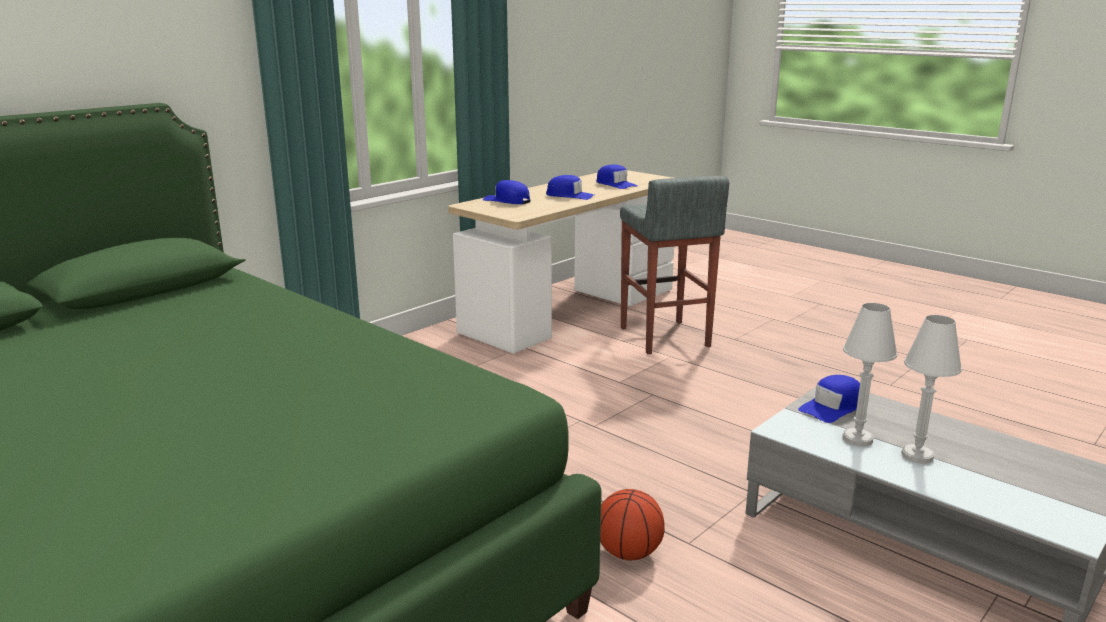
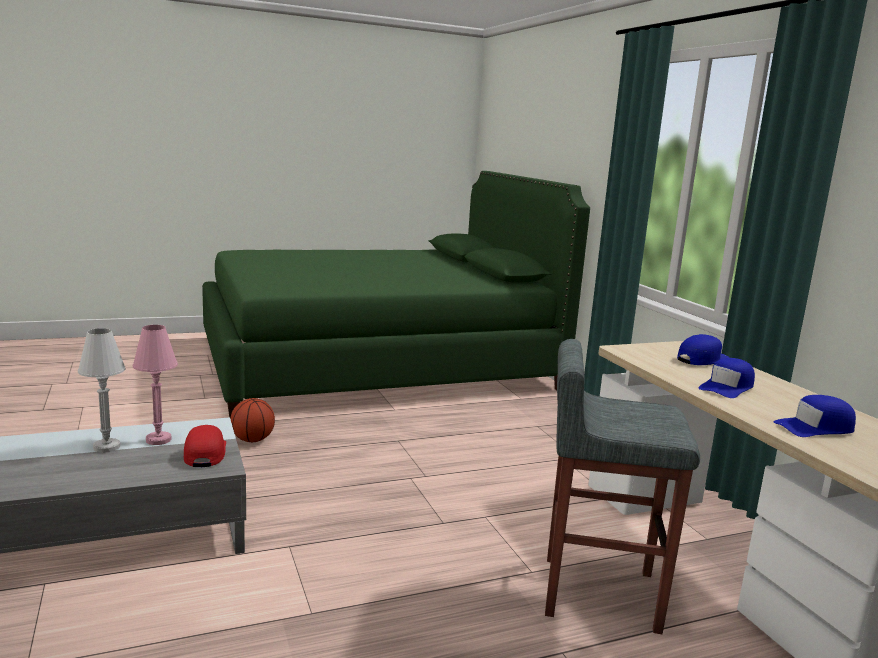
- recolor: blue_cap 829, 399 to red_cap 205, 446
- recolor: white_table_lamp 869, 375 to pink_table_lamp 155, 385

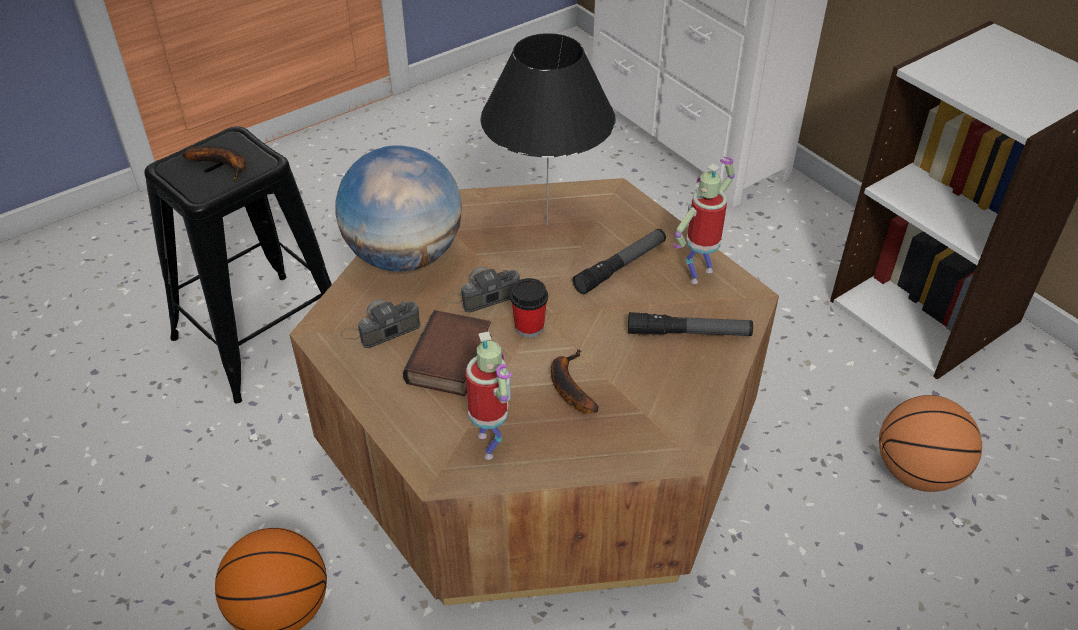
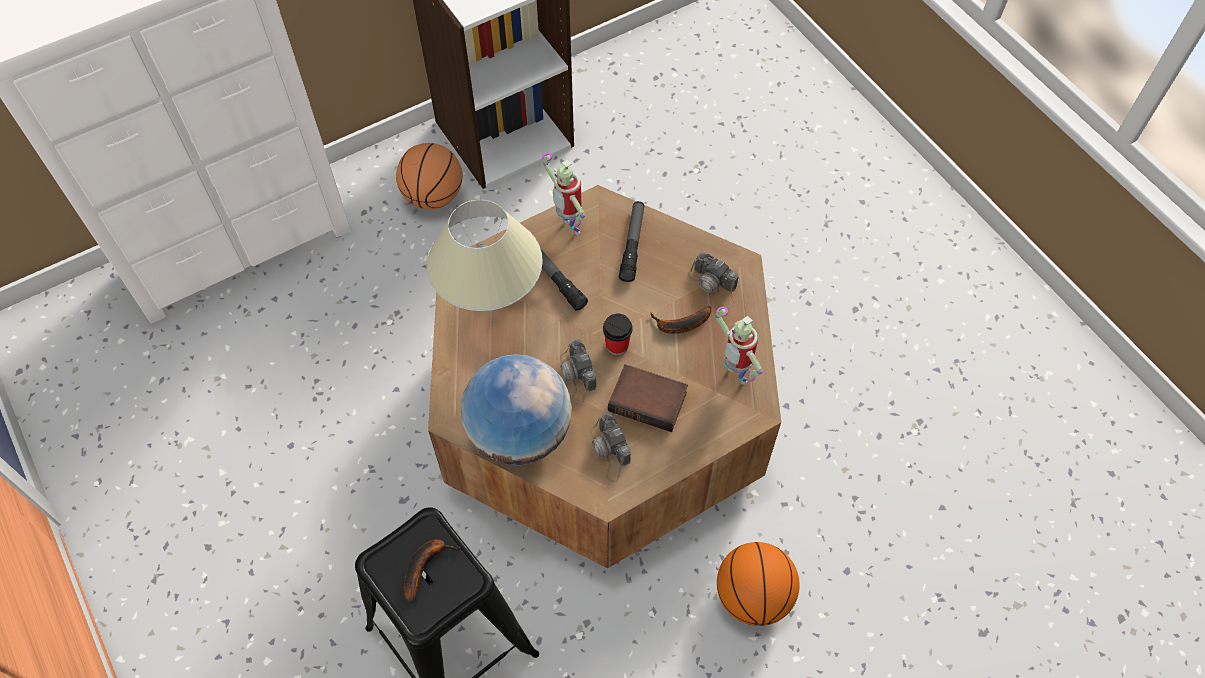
- rotate: toy_robot 489, 396 = 739, 346 120 degrees counterclockwise
- recolor: black_table_lamp 548, 129 to beige_table_lamp 484, 262
- move: basketball 930, 443 to 429, 176
- insert: photo_camera 713, 281

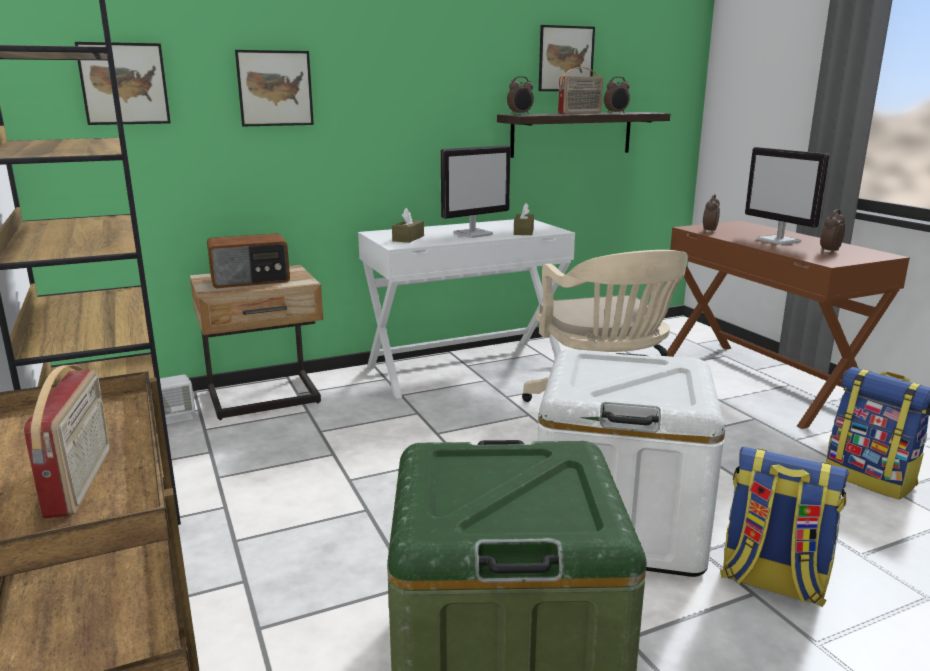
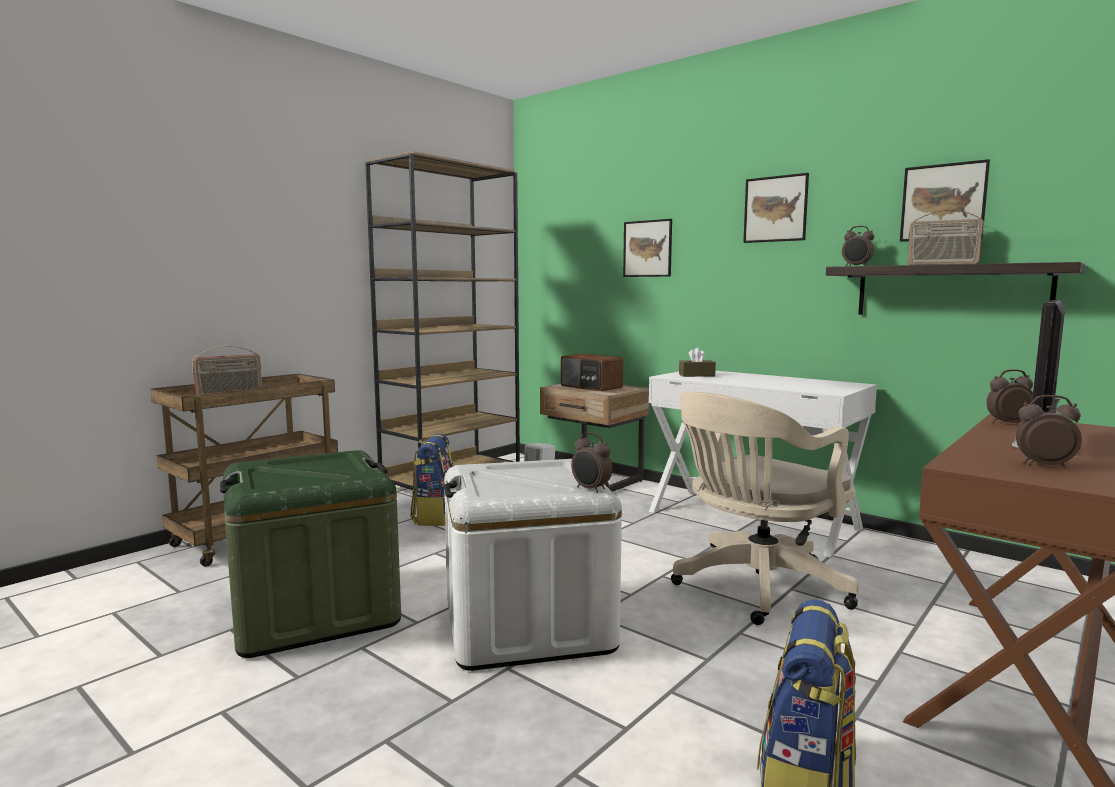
- move: picture 123, 83 to 776, 208
- delete: monitor 476, 191
- delete: brown_tissue_box 524, 219
- move: alarm_clock 617, 95 to 591, 462
- move: backpack 784, 527 to 432, 479

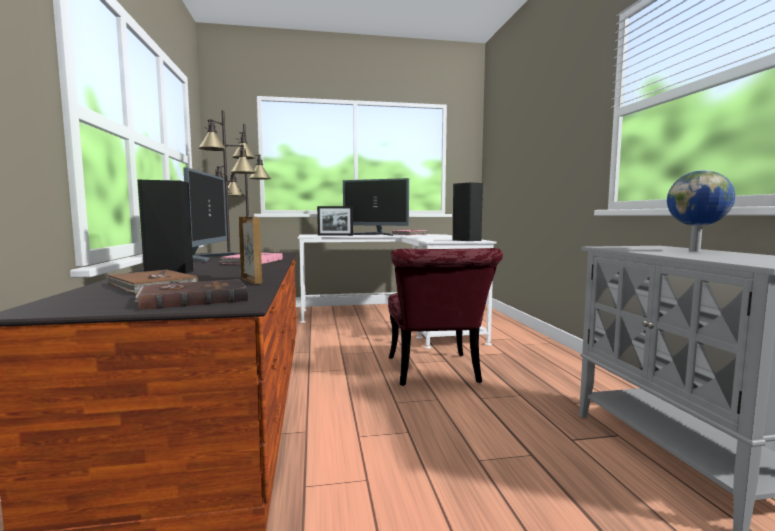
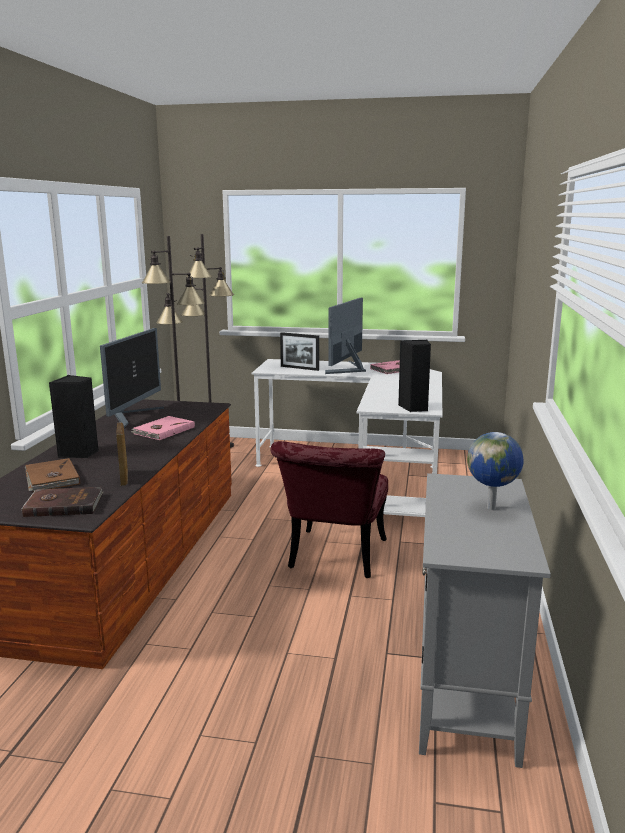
- rotate: monitor 376, 207 = 345, 336 75 degrees clockwise

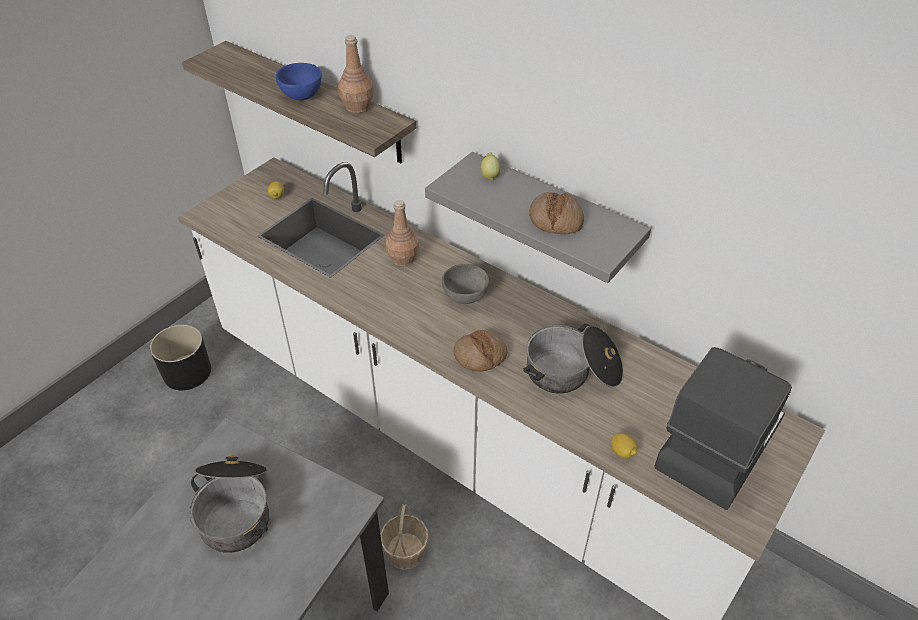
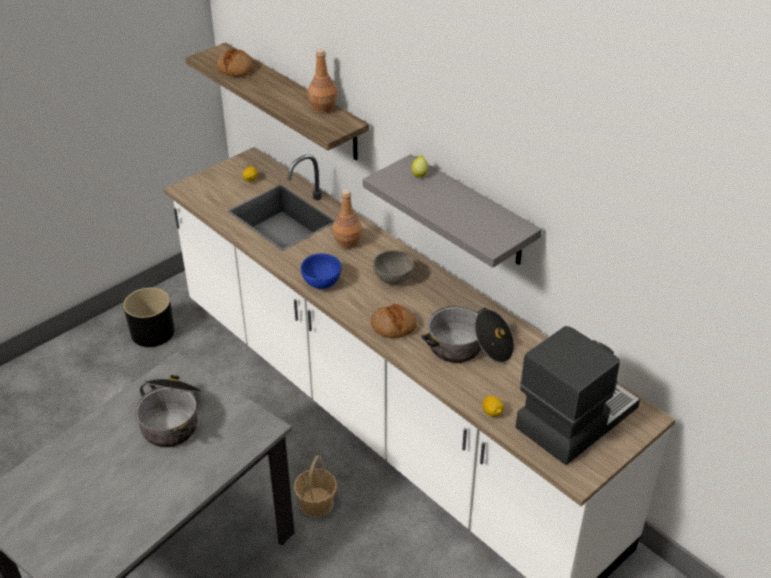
- move: blue_bowl 299, 81 to 321, 271
- move: bread 556, 213 to 235, 63

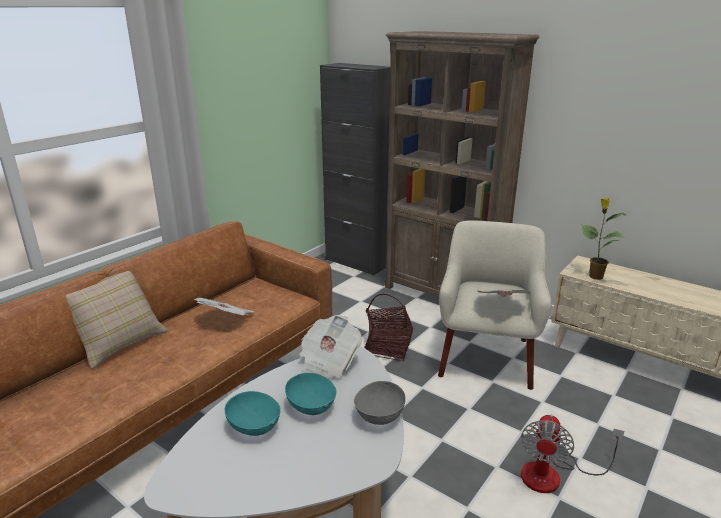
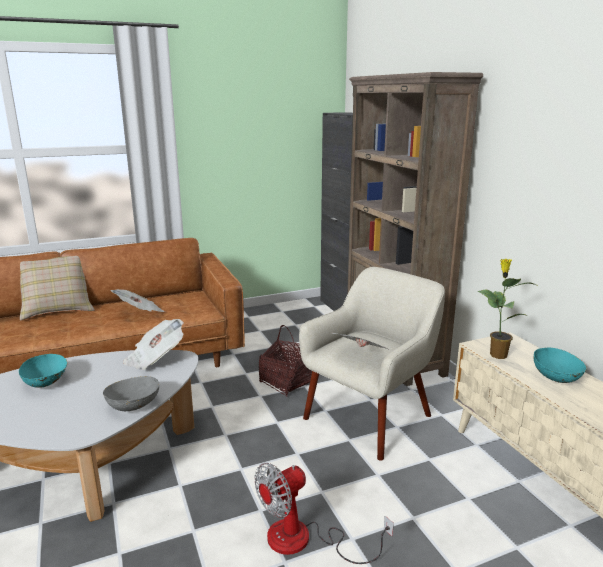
- move: turquoise_bowl 311, 394 to 560, 365

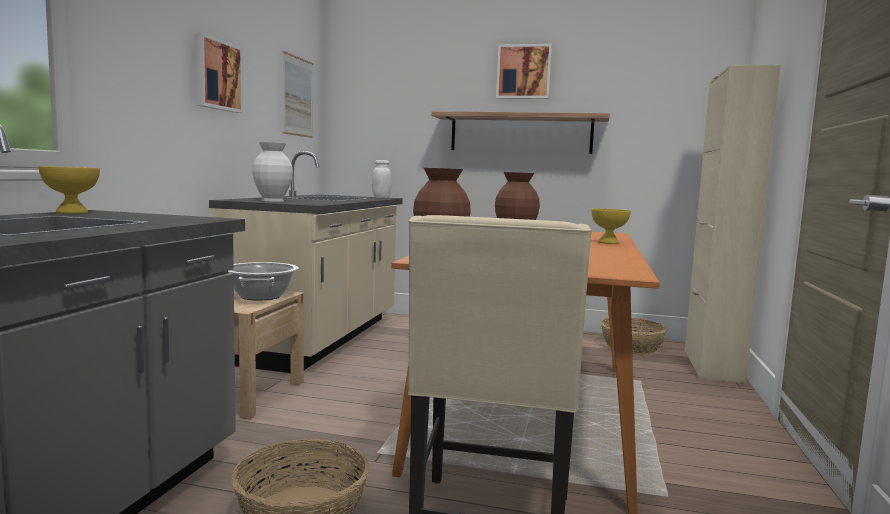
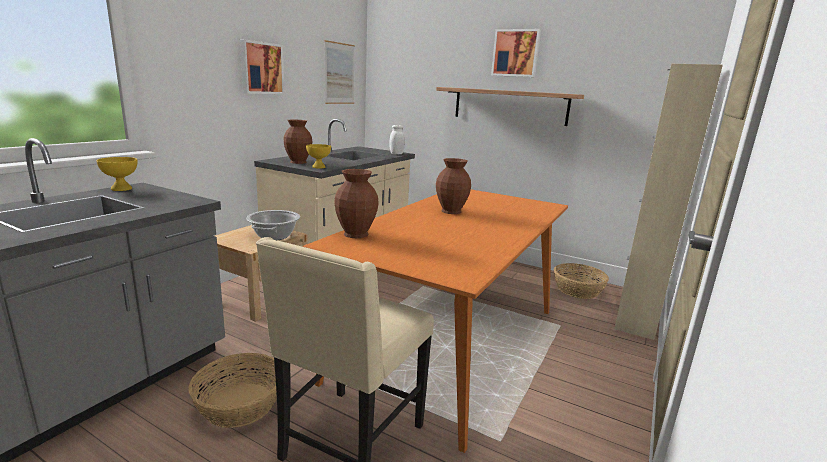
- recolor: white_vase 272, 172 to brown_vase 297, 142
- move: yellow_bowl 611, 226 to 318, 156

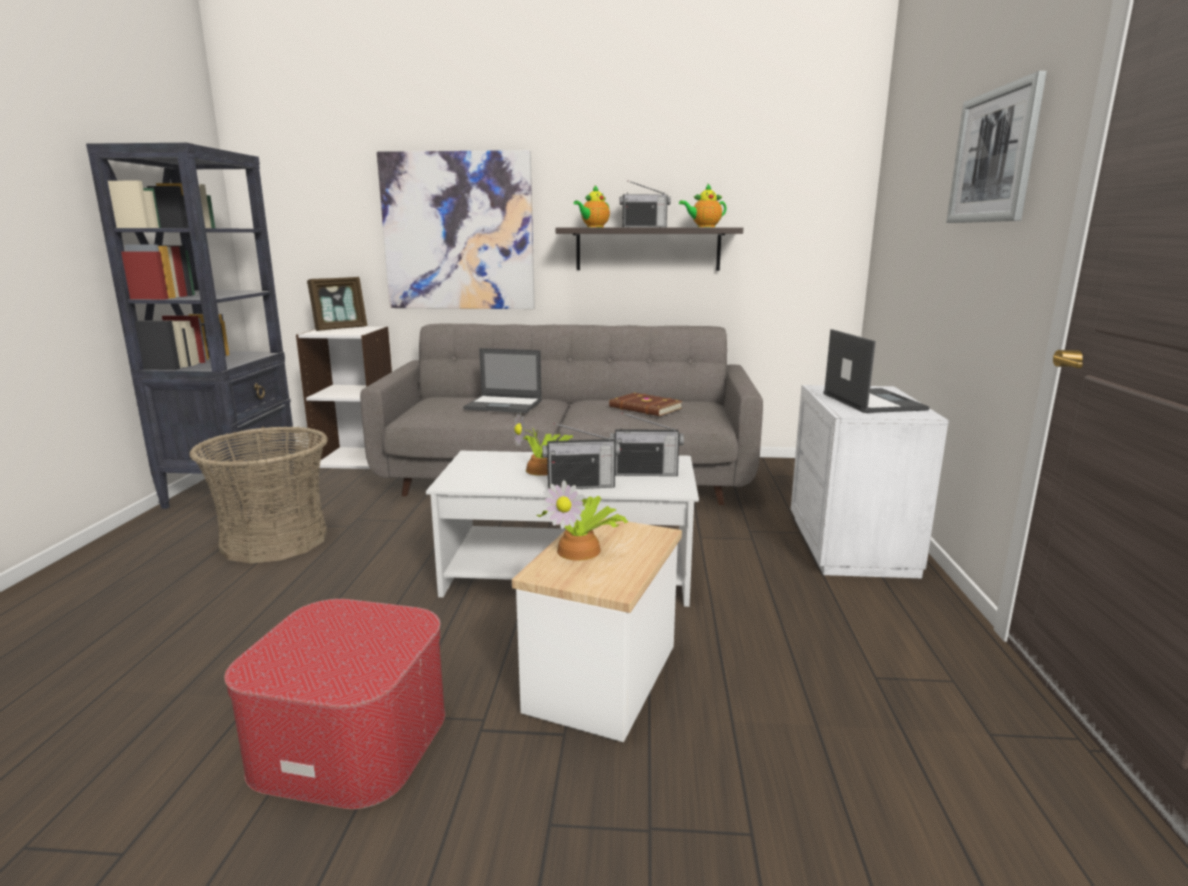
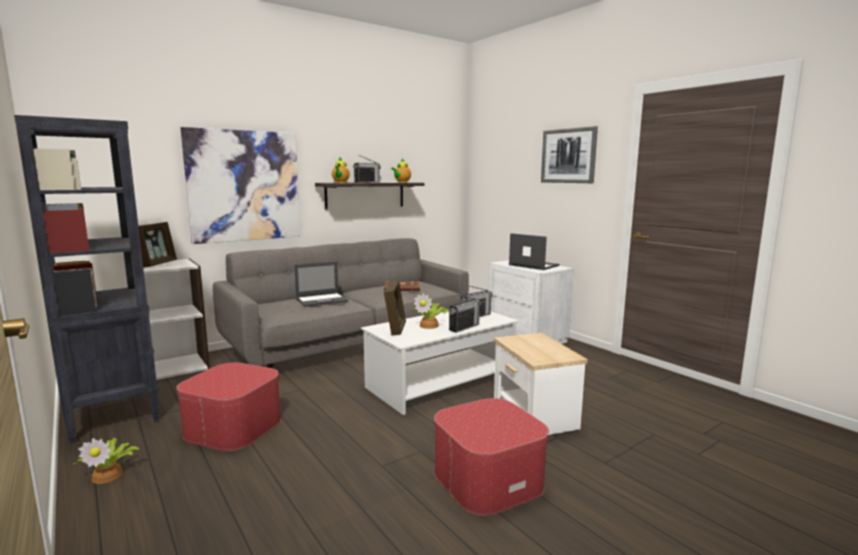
- replace: basket 259, 494 to ottoman 228, 407
- move: potted_plant 582, 520 to 106, 461
- insert: picture_frame 395, 308

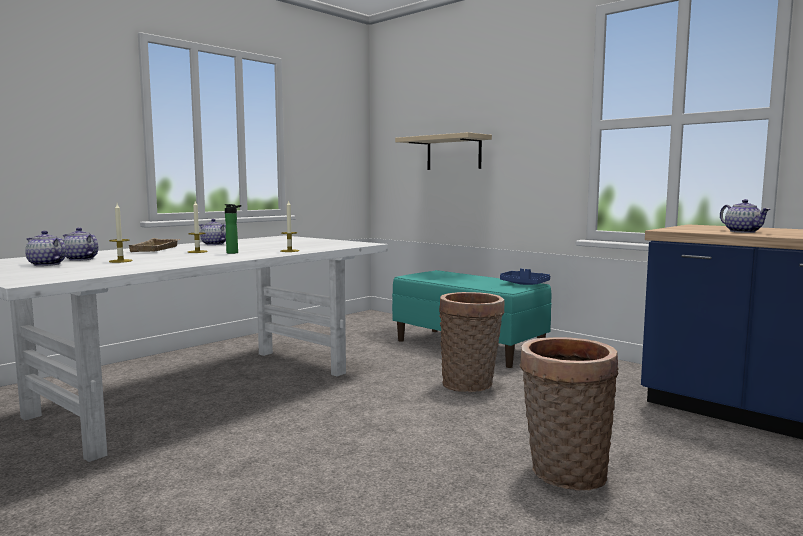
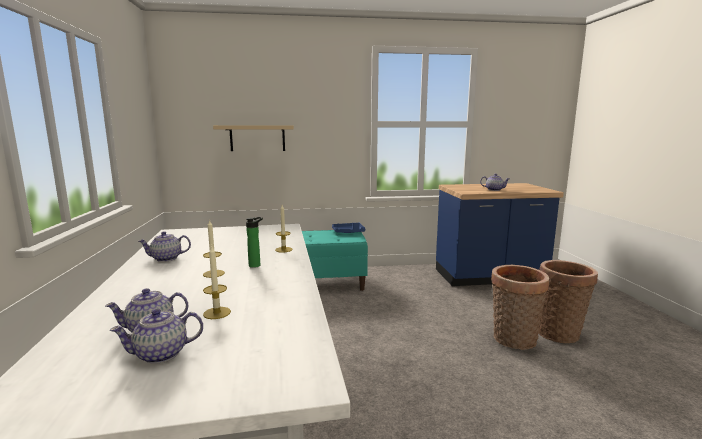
- delete: beige_tray 154, 245
- move: basket 472, 342 to 568, 301

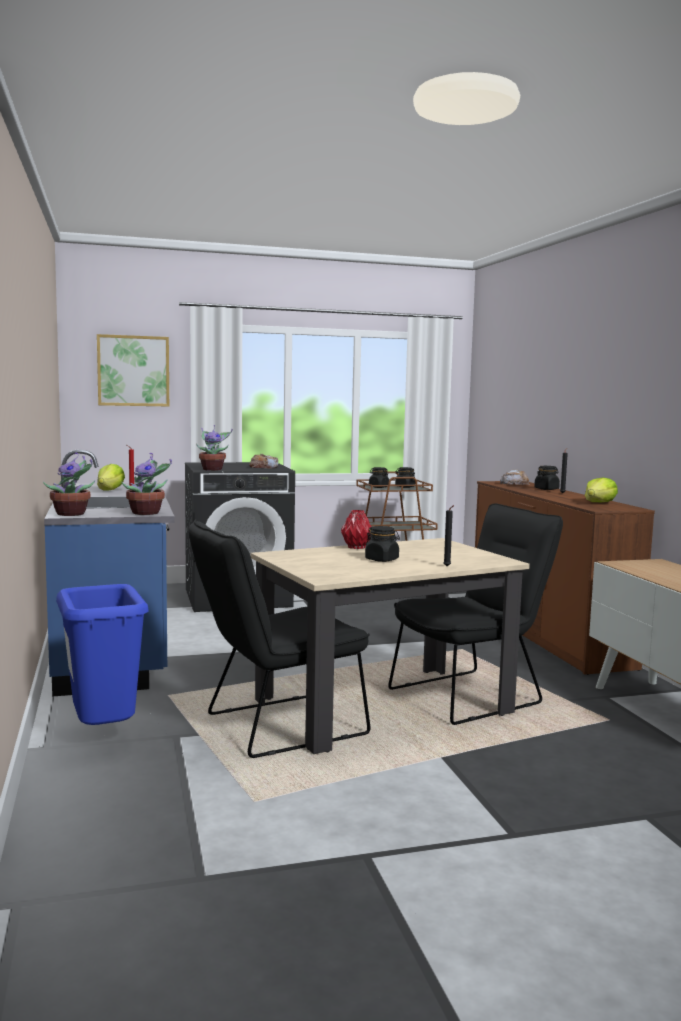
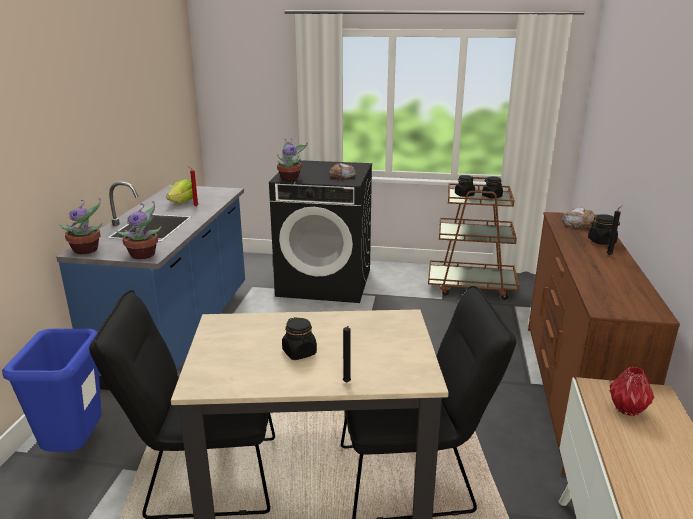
- delete: picture 133, 370
- move: red_vase 356, 529 to 631, 391
- delete: lettuce 601, 490

